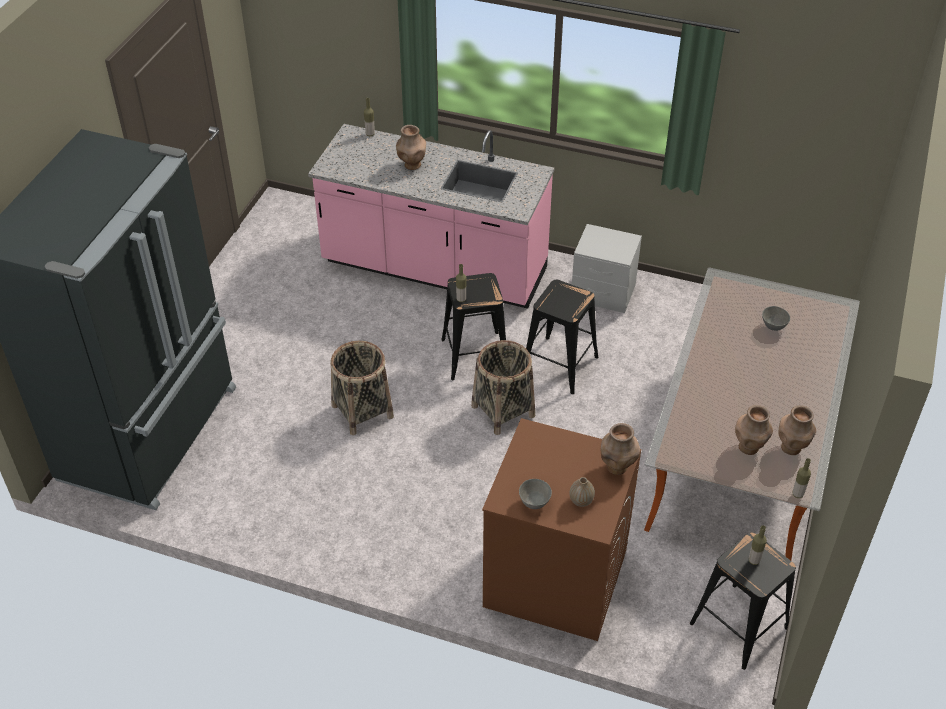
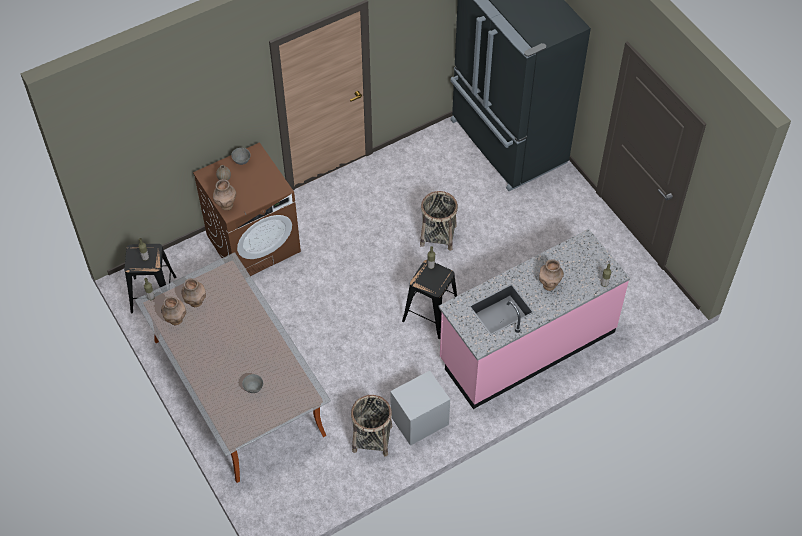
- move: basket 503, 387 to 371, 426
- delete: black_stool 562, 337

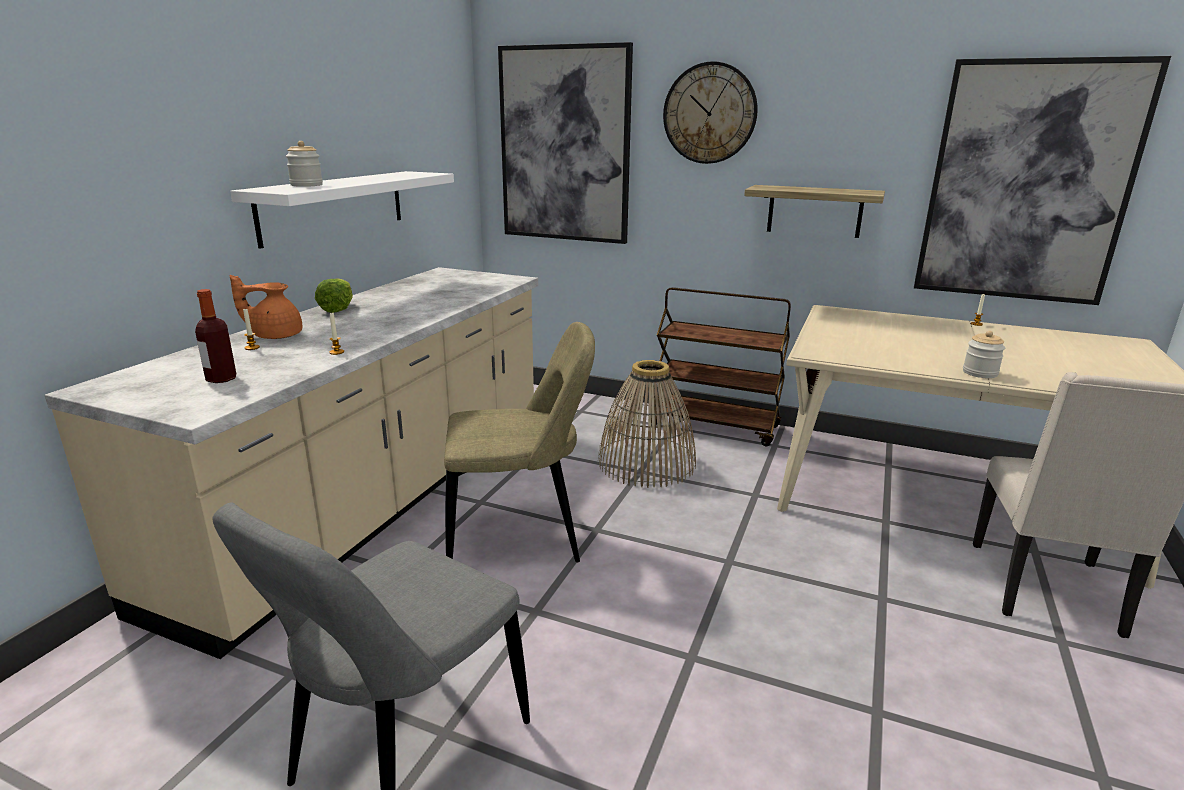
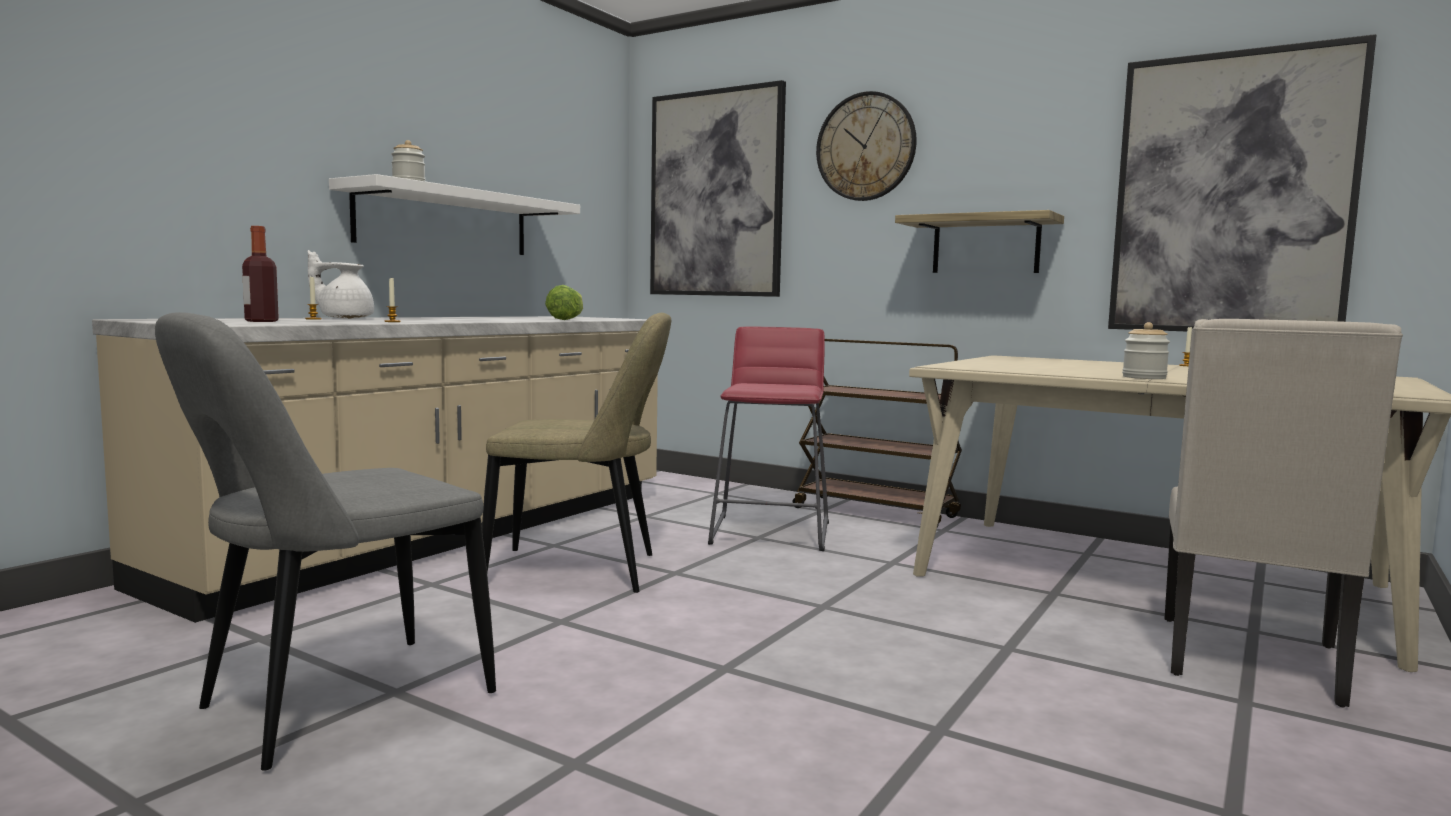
- recolor: orange_teapot 266, 307 to white_teapot 341, 284
- move: lettuce 334, 295 to 564, 302
- replace: basket 647, 424 to red_stool 768, 439

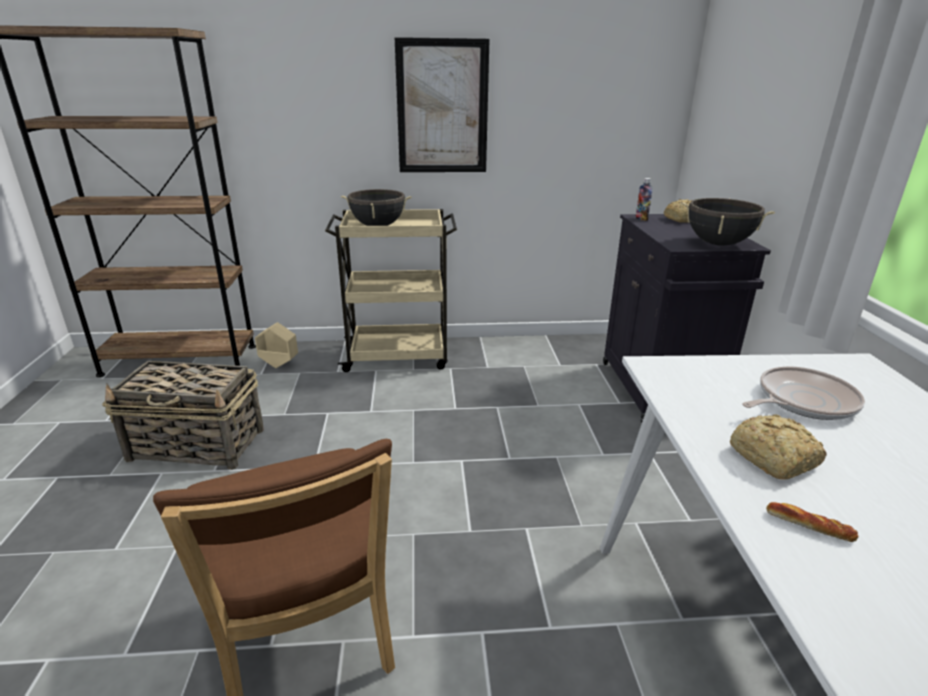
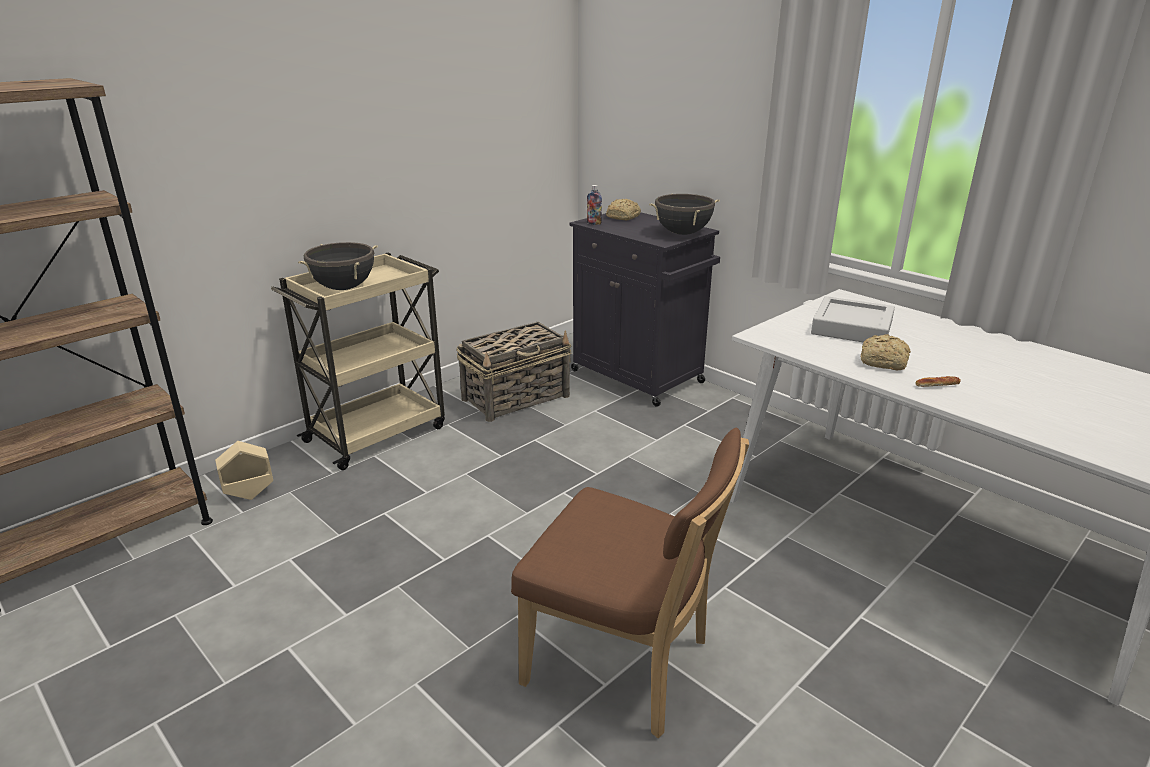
- move: basket 183, 415 to 513, 372
- delete: picture 442, 104
- replace: frying_pan 803, 393 to grey_tray 853, 319

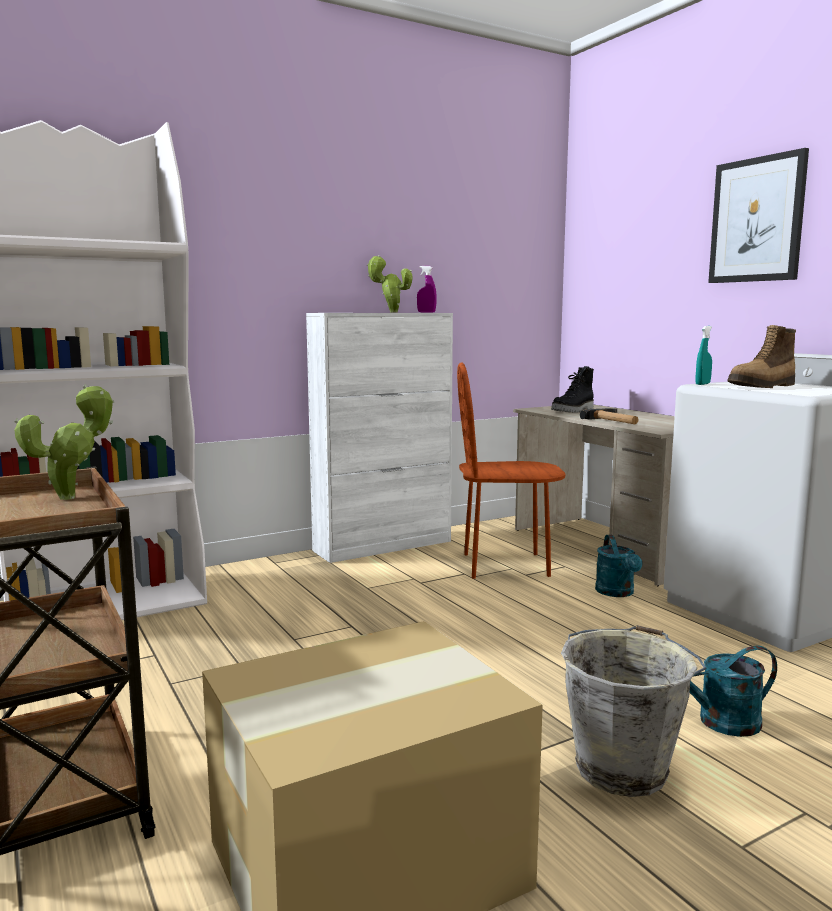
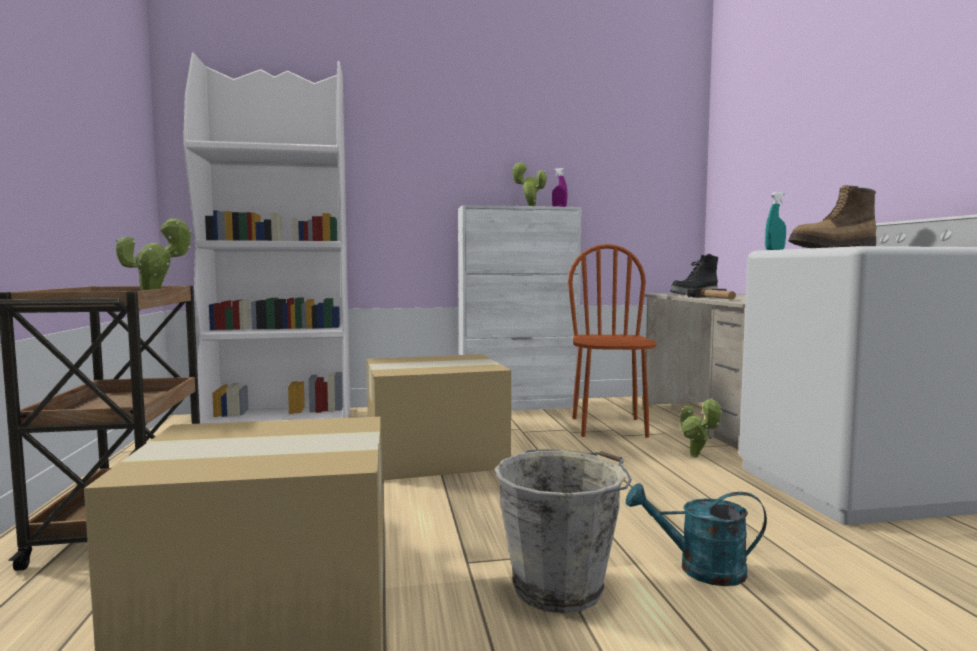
- rotate: brown_chair 511, 470 = 612, 341 75 degrees clockwise
- replace: turquoise_watering_can 618, 566 to potted_plant 701, 428
- delete: picture 758, 215
- insert: cardboard_box 438, 417

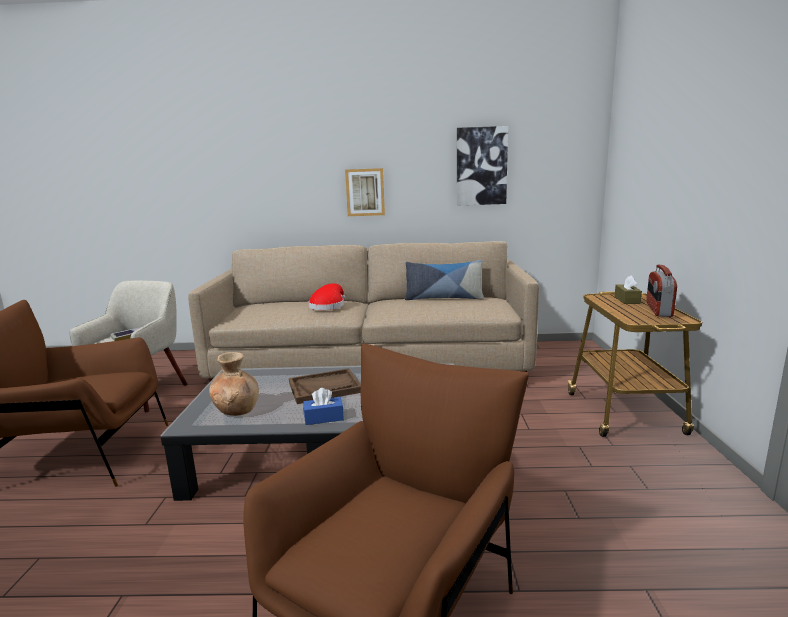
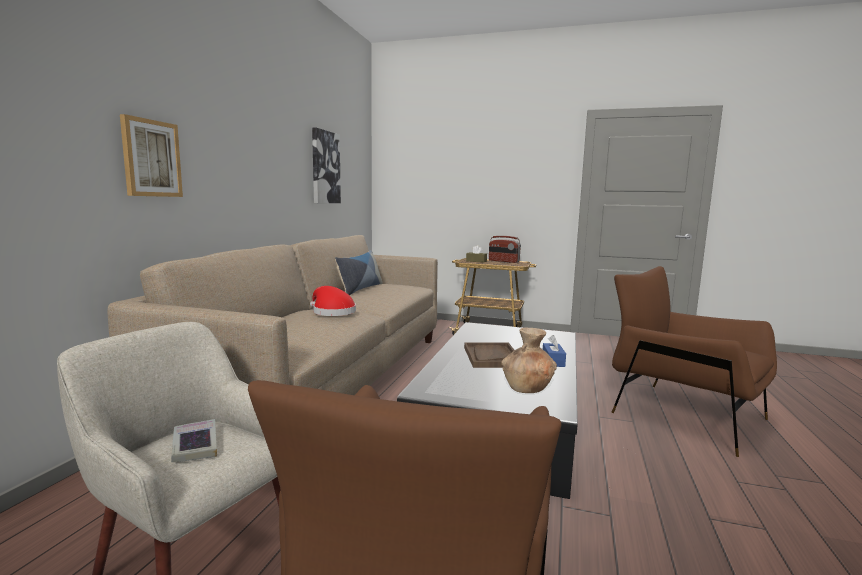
- move: picture 365, 192 to 151, 155

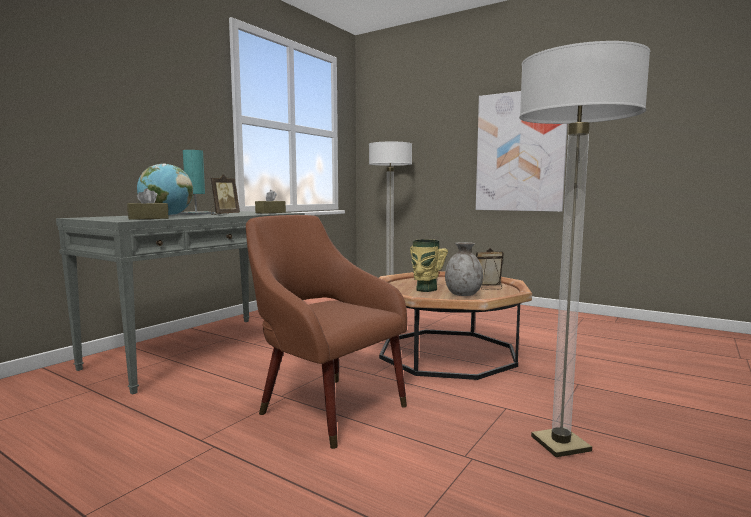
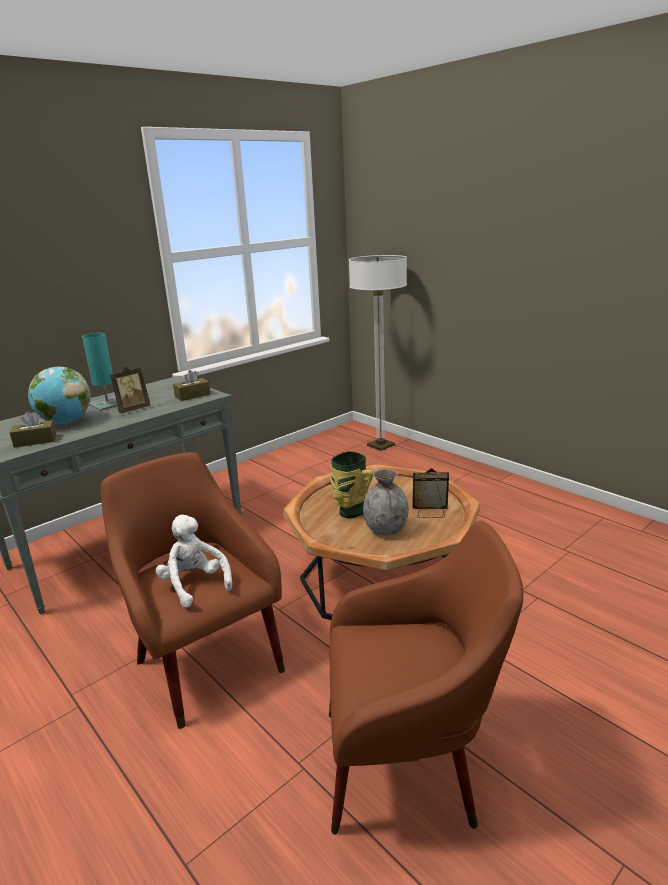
- delete: picture 521, 151
- replace: floor_lamp 584, 249 to brown_armchair 426, 677
- insert: white_plush_toy 194, 561

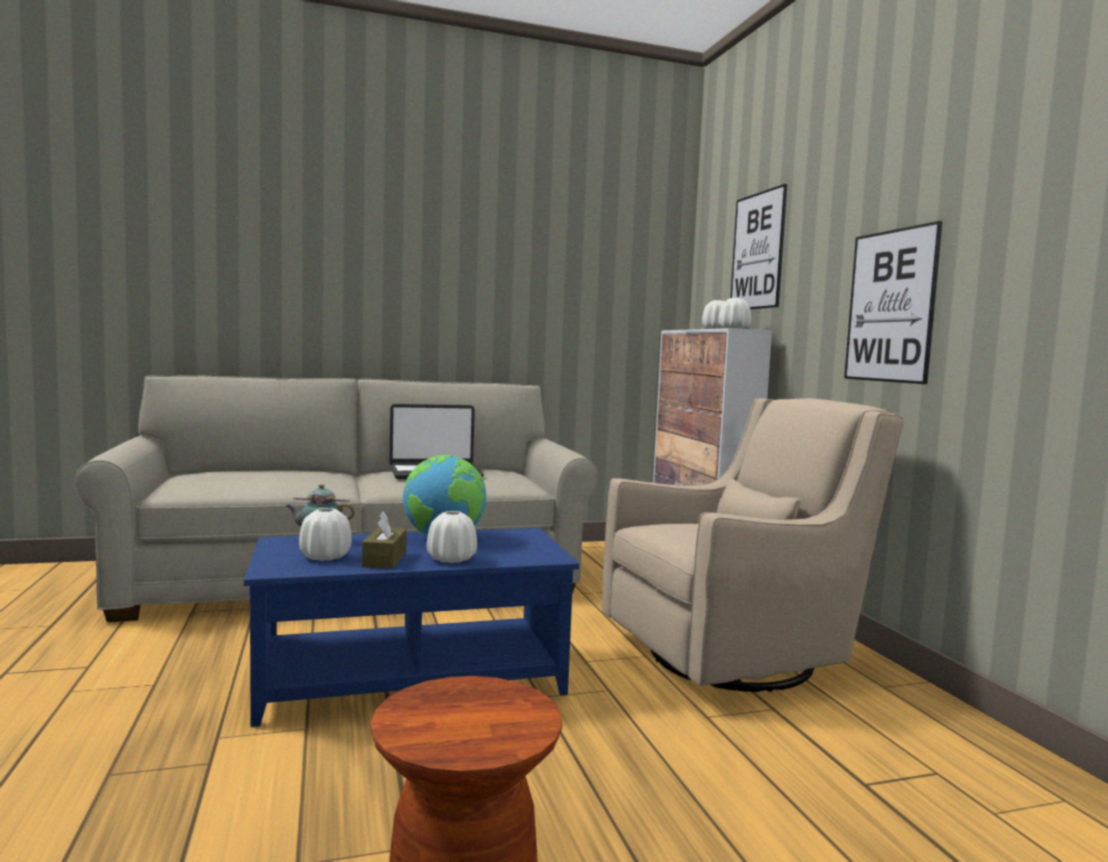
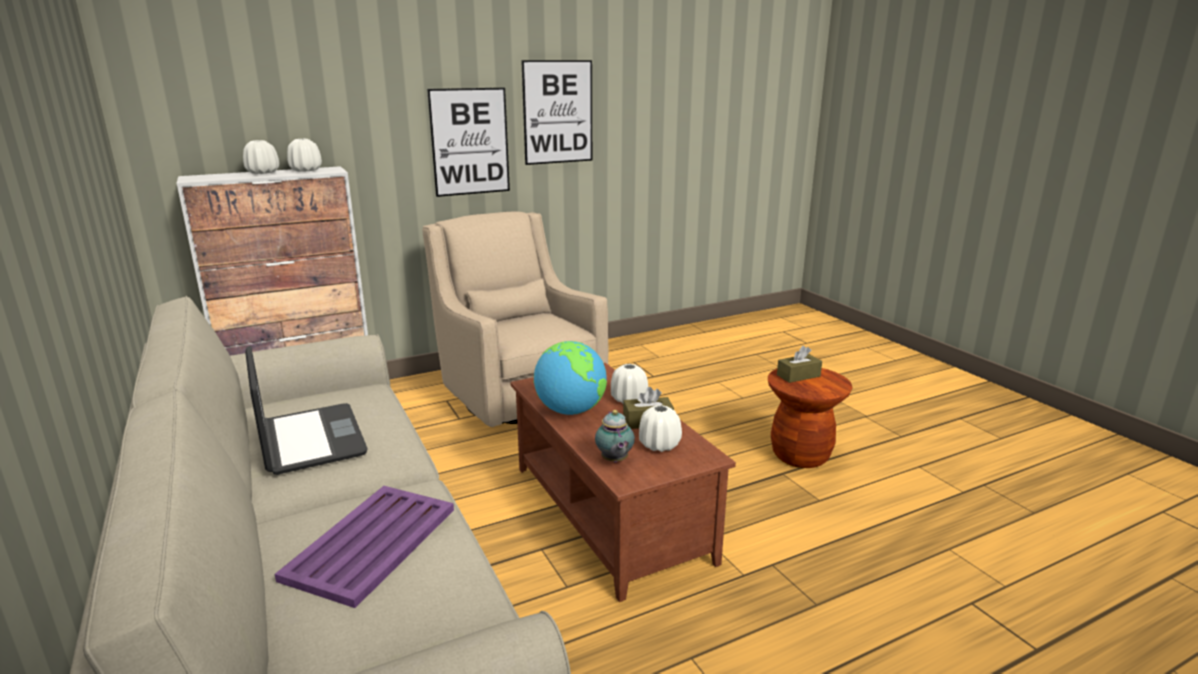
- recolor: blue_coffee_table 412, 627 to brown_coffee_table 623, 482
- move: picture 758, 246 to 556, 112
- insert: purple_tray 364, 547
- insert: brown_tissue_box 799, 364

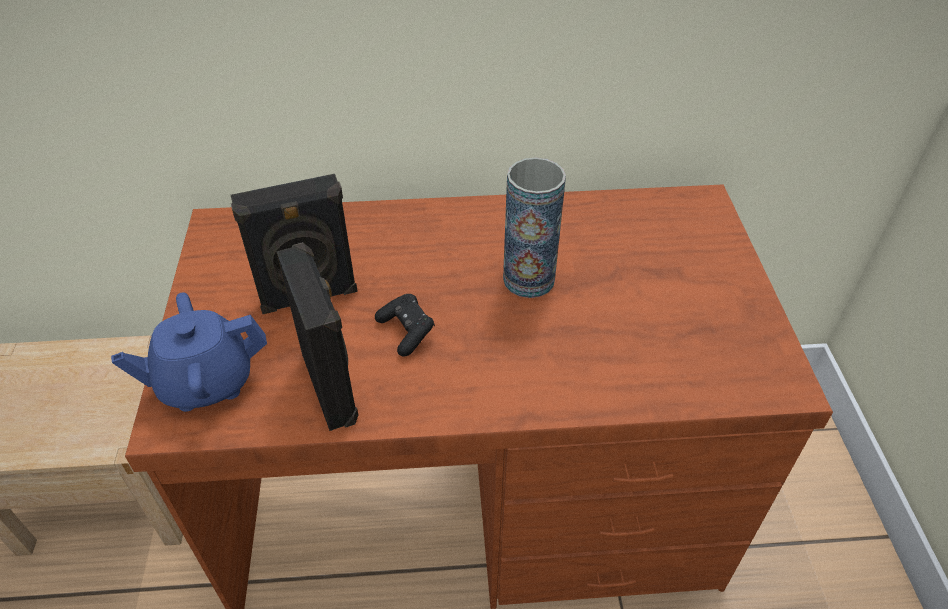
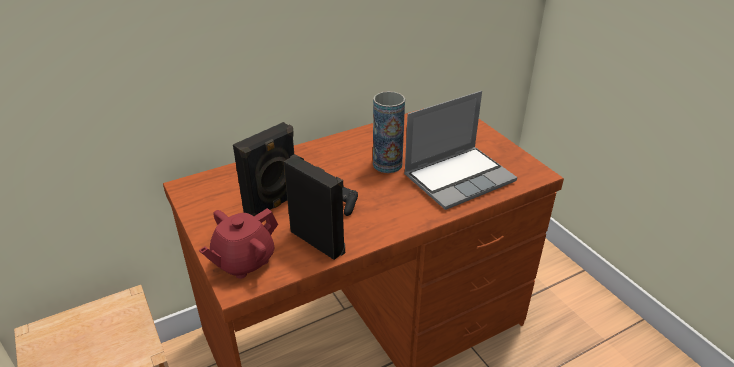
- recolor: blue_teapot 189, 352 to red_teapot 238, 243
- insert: laptop 460, 150

